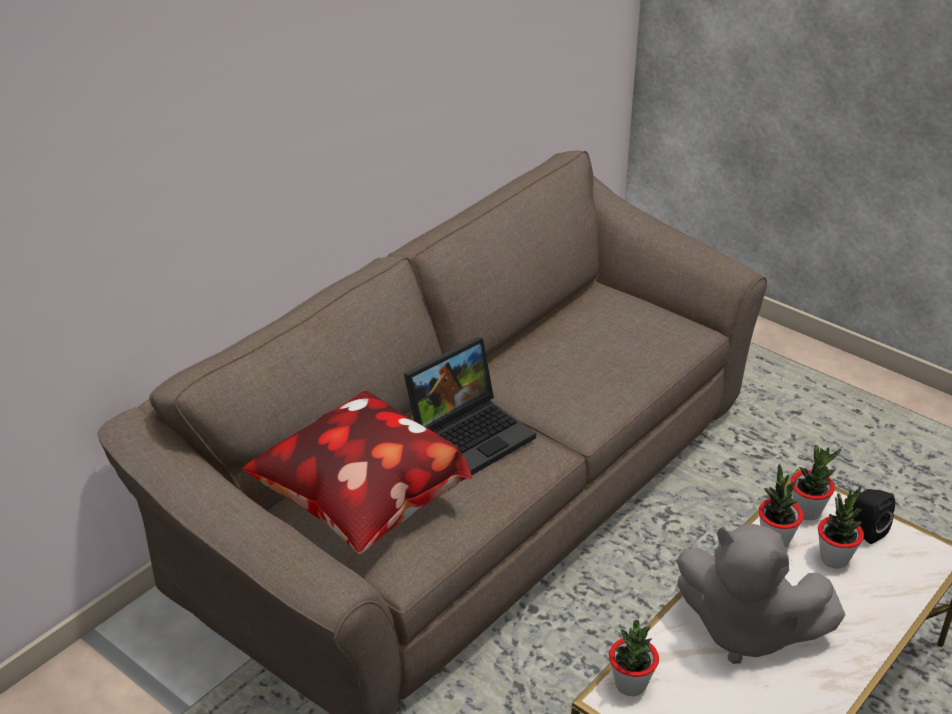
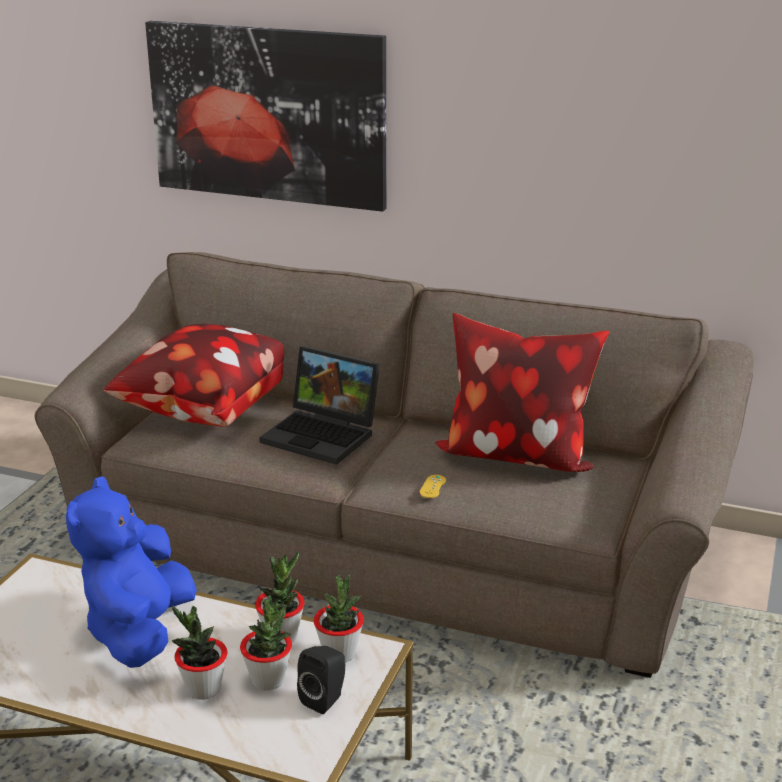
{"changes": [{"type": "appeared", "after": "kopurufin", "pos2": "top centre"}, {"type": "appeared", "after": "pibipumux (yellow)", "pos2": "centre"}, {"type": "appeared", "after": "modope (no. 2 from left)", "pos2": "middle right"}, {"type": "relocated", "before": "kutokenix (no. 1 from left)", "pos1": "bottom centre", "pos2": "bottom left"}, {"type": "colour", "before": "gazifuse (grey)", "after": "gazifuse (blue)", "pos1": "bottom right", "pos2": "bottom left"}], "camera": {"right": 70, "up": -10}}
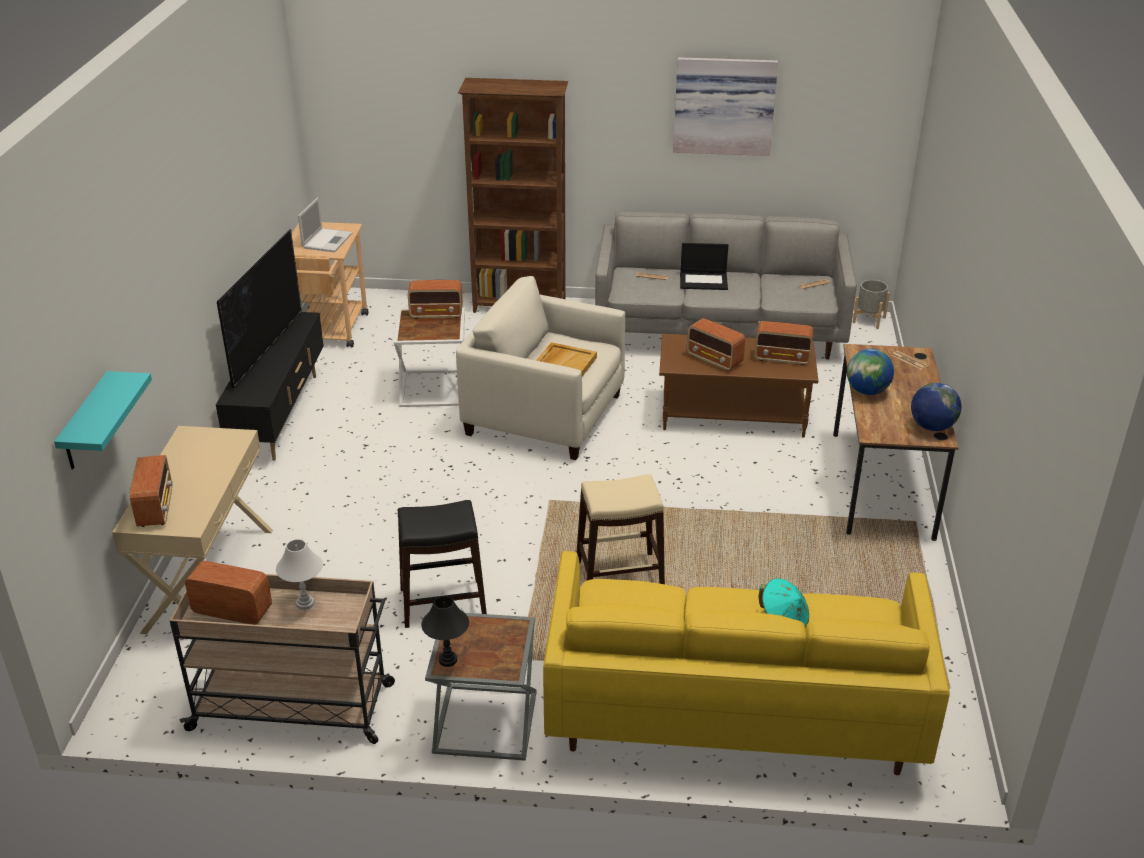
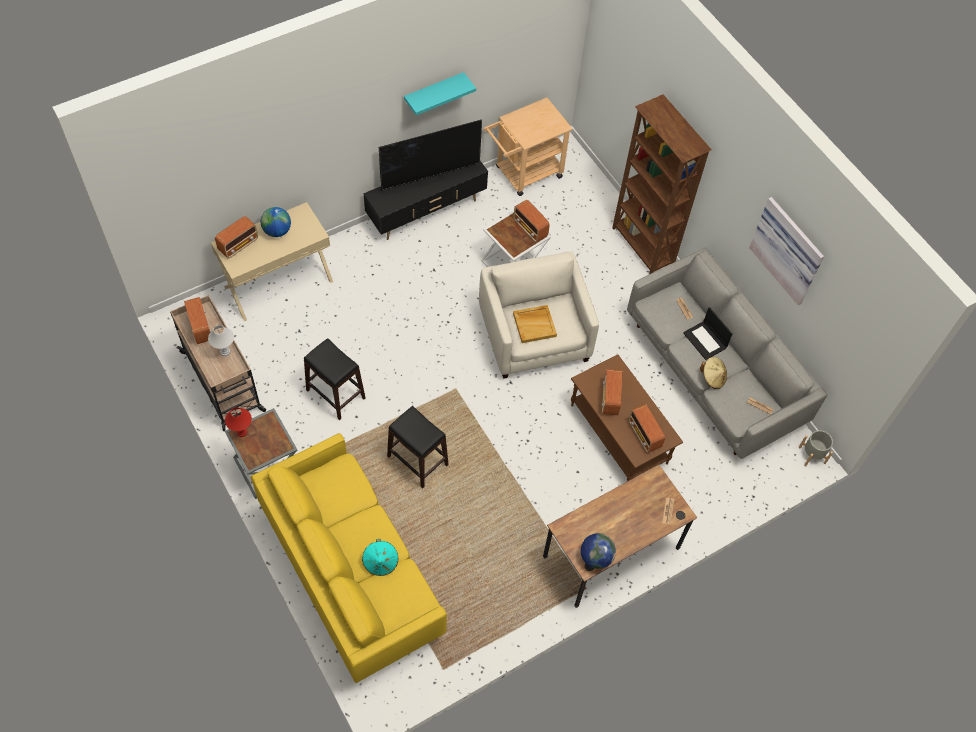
{"changes": [{"type": "missing", "before": "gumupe (no. 1 from left)", "pos1": "top left"}, {"type": "appeared", "after": "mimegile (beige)", "pos2": "middle right"}, {"type": "relocated", "before": "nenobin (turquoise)", "pos1": "middle left", "pos2": "top centre"}, {"type": "relocated", "before": "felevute (no. 1 from left)", "pos1": "middle right", "pos2": "top left"}, {"type": "colour", "before": "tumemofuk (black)", "after": "tumemofuk (red)", "pos1": "bottom centre", "pos2": "middle left"}, {"type": "colour", "before": "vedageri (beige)", "after": "vedageri (black) (no. 2 from left)", "pos1": "centre", "pos2": "centre"}], "camera": {"right": 50, "up": 25}}
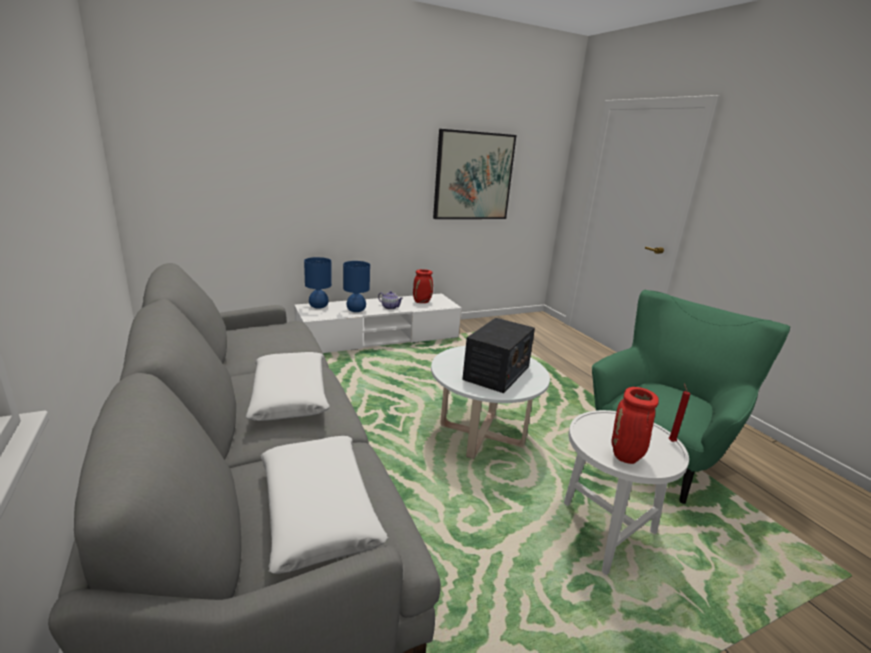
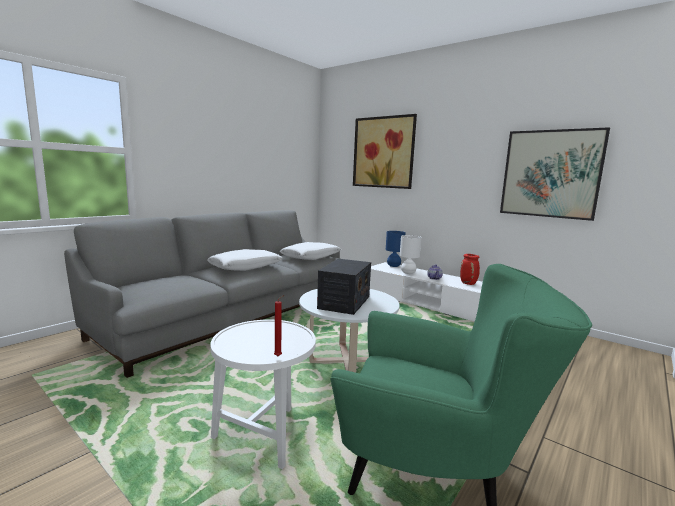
{"changes": [{"type": "missing", "before": "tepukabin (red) (no. 2 from left)", "pos1": "middle right"}, {"type": "appeared", "after": "kopurufin (no. 1 from left)", "pos2": "top centre"}, {"type": "relocated", "before": "modope (white) (no. 2 from left)", "pos1": "bottom centre", "pos2": "centre"}, {"type": "colour", "before": "tumemofuk (blue) (no. 2 from left)", "after": "tumemofuk (white)", "pos1": "centre", "pos2": "centre"}, {"type": "spun", "before": "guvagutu", "pos1": "centre", "pos2": "centre", "turn": -75}], "camera": {"right": 65, "up": -10}}
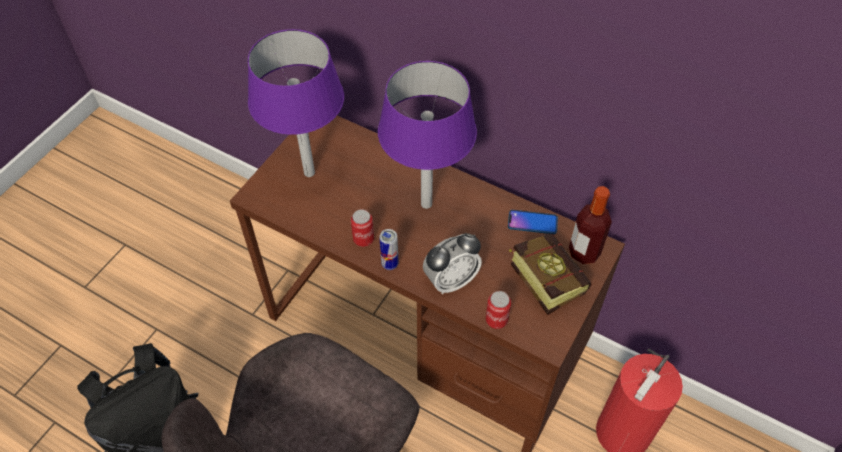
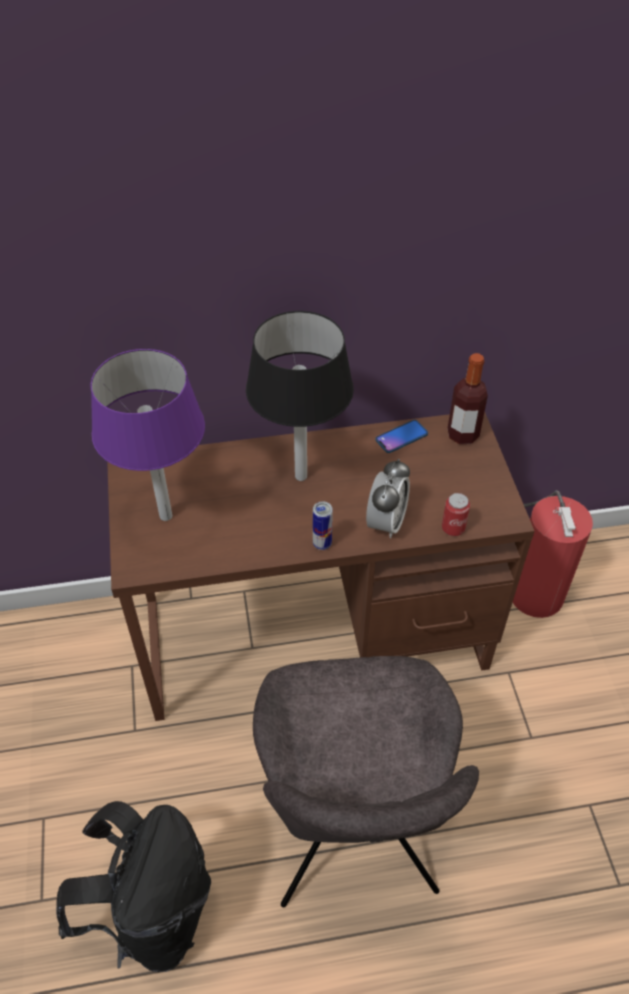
{"changes": [{"type": "missing", "before": "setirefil (no. 1 from left)", "pos1": "centre"}, {"type": "missing", "before": "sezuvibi", "pos1": "centre"}, {"type": "colour", "before": "tumemofuk (purple) (no. 2 from left)", "after": "tumemofuk (black)", "pos1": "top centre", "pos2": "centre"}], "camera": {"right": -40, "up": -5}}
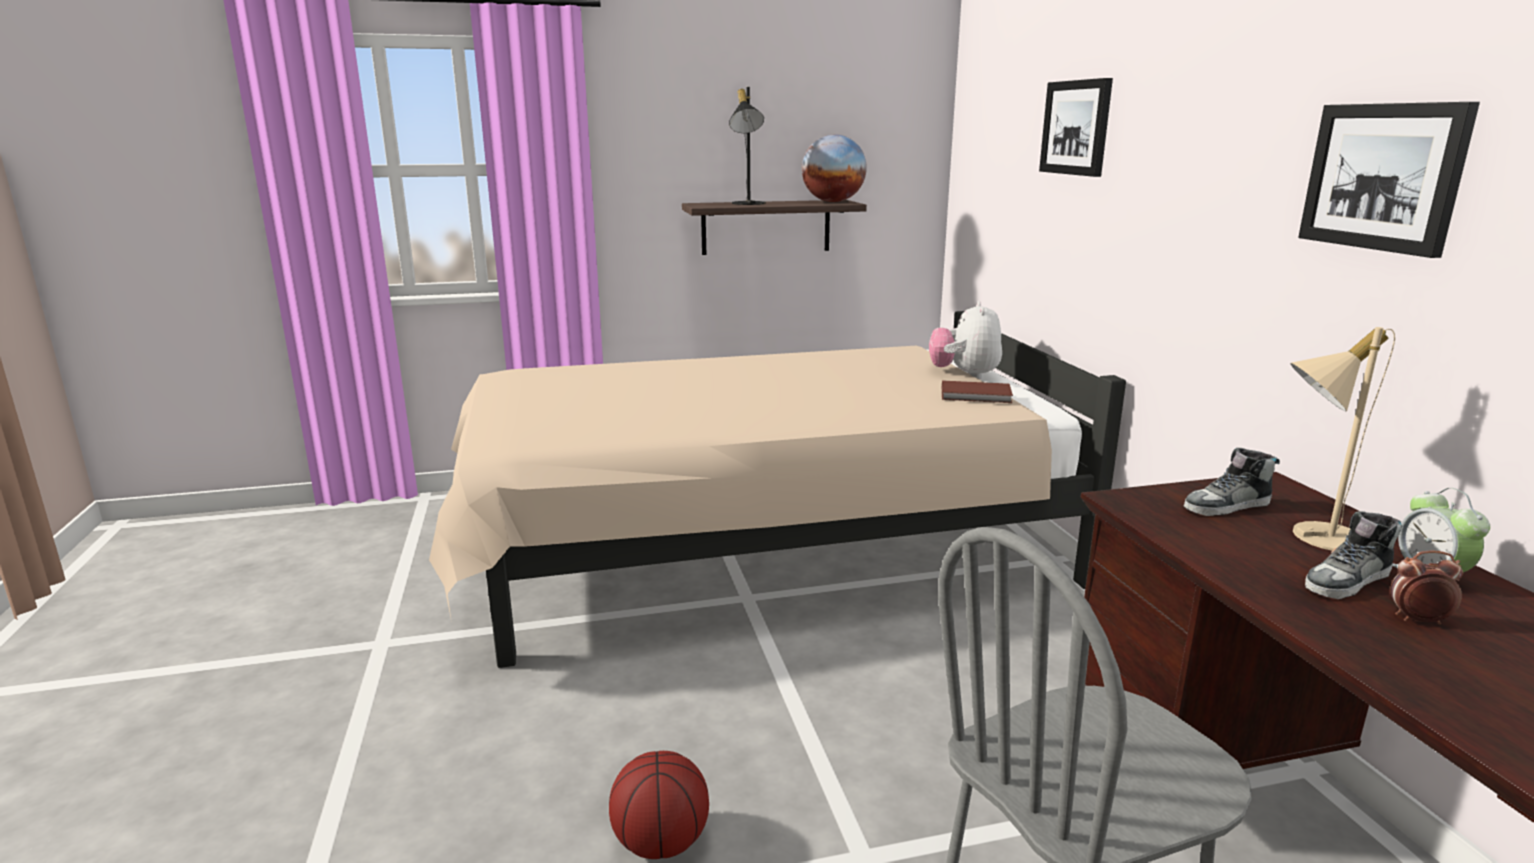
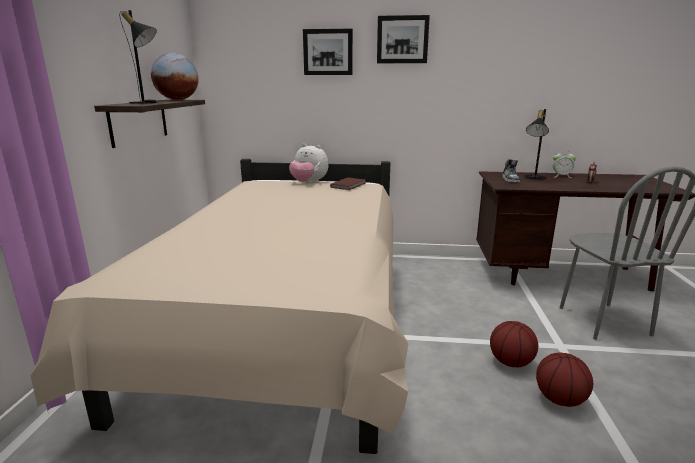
{"changes": [{"type": "missing", "before": "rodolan (no. 2 from left)", "pos1": "middle right"}, {"type": "appeared", "after": "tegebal (no. 1 from left)", "pos2": "bottom right"}, {"type": "relocated", "before": "kopurufin (no. 2 from left)", "pos1": "top right", "pos2": "top centre"}, {"type": "colour", "before": "tumemofuk (beige)", "after": "tumemofuk (black) (no. 2 from left)", "pos1": "middle right", "pos2": "top right"}], "camera": {"right": -70, "up": 0}}
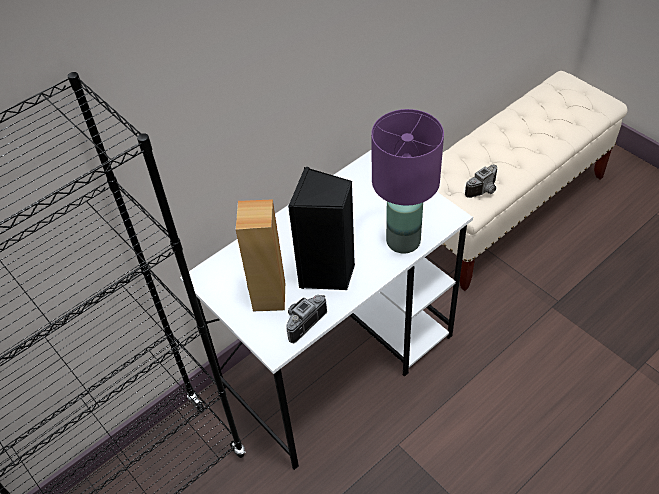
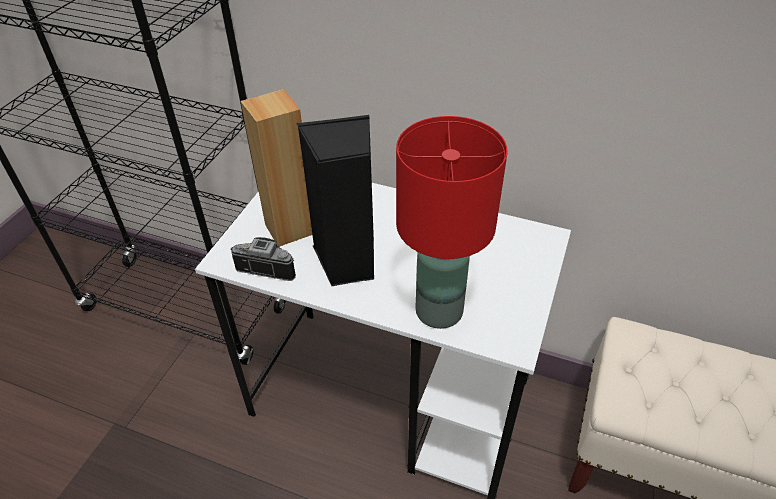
{"changes": [{"type": "missing", "before": "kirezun (no. 2 from left)", "pos1": "middle right"}, {"type": "colour", "before": "tumemofuk (purple)", "after": "tumemofuk (red)", "pos1": "centre", "pos2": "centre"}], "camera": {"right": 60, "up": -5}}
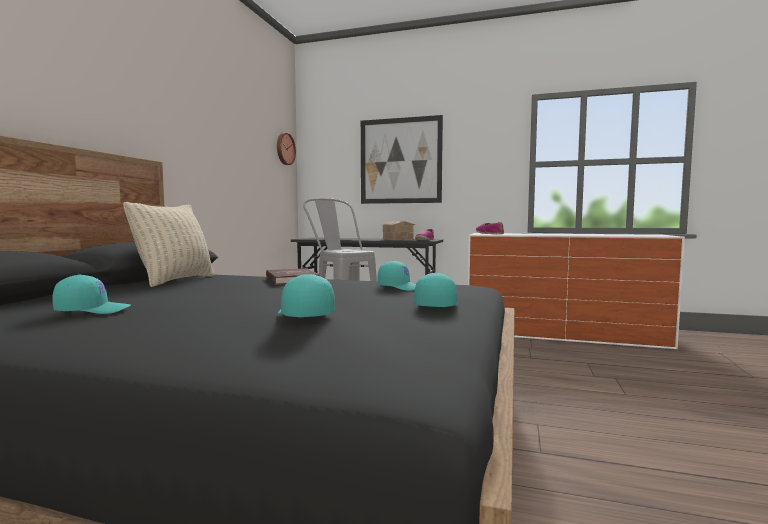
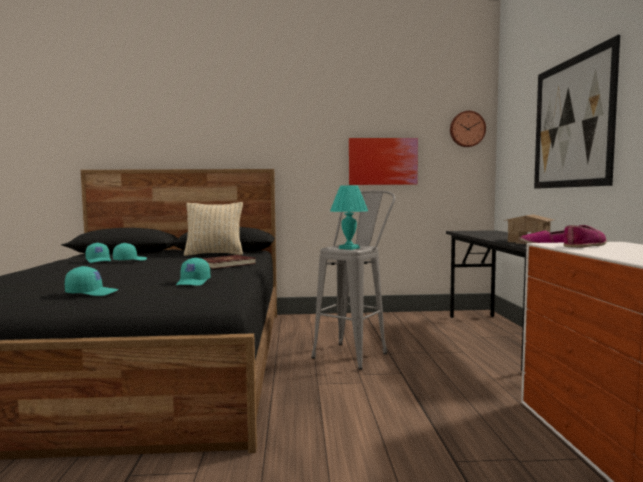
{"changes": [{"type": "appeared", "after": "tumemofuk (turquoise)", "pos2": "centre"}, {"type": "appeared", "after": "kopurufin (no. 1 from left)", "pos2": "centre"}, {"type": "relocated", "before": "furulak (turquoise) (no. 2 from left in the first image)", "after": "furulak (turquoise) (no. 3 from left)", "pos1": "centre", "pos2": "middle left"}], "camera": {"right": 70, "up": 0}}
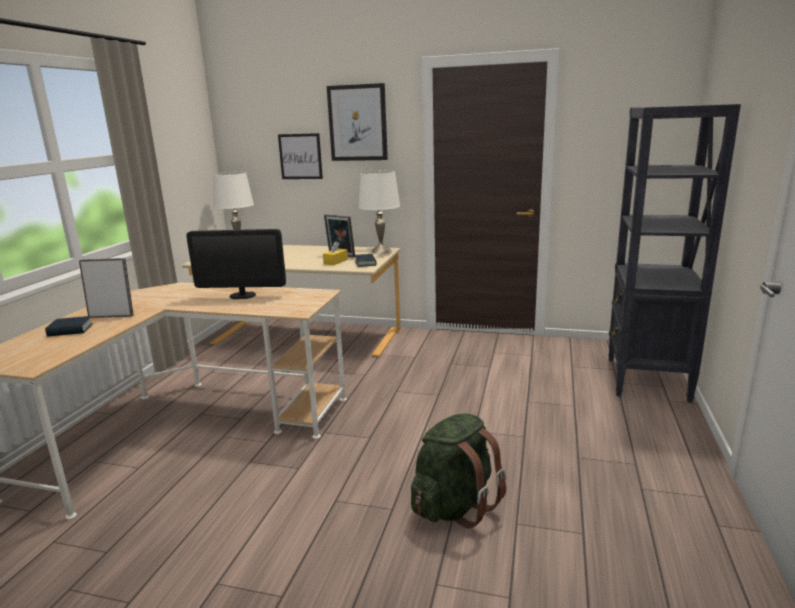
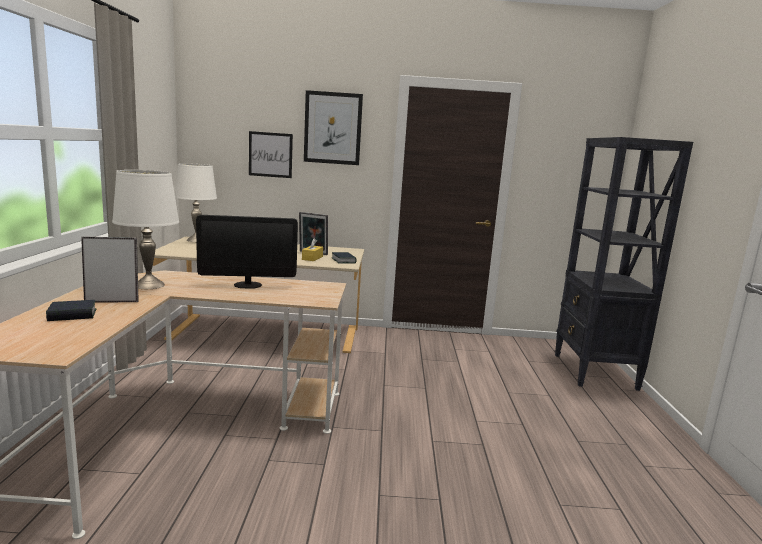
{"changes": [{"type": "missing", "before": "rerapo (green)", "pos1": "bottom centre"}, {"type": "relocated", "before": "tumemofuk (white) (no. 2 from left in the first image)", "after": "tumemofuk (white) (no. 1 from left)", "pos1": "centre", "pos2": "middle left"}], "camera": {"right": -15, "up": -5}}
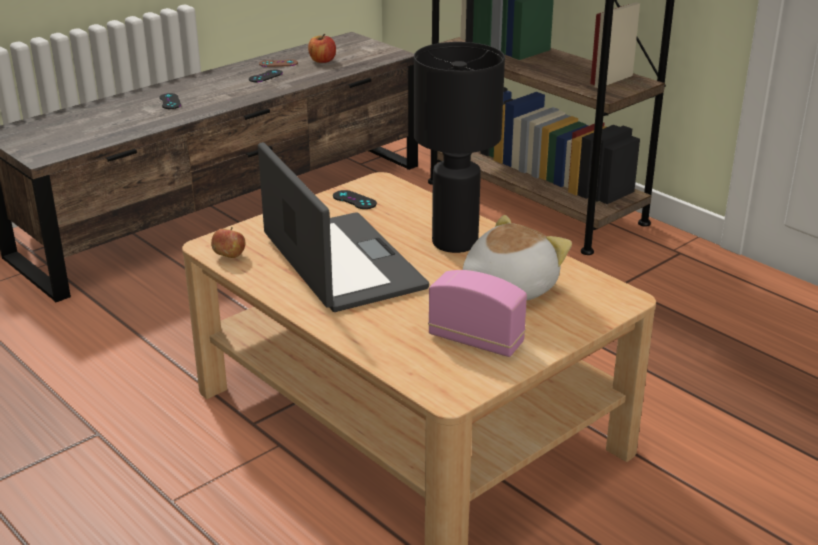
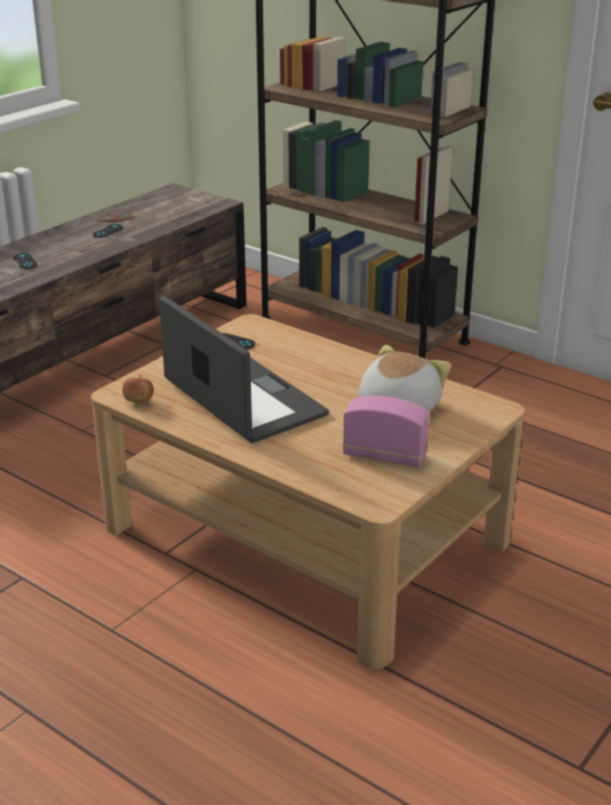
{"changes": [{"type": "missing", "before": "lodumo (no. 2 from left)", "pos1": "top centre"}, {"type": "missing", "before": "tumemofuk (black)", "pos1": "top centre"}], "camera": {"right": -10, "up": 0}}
